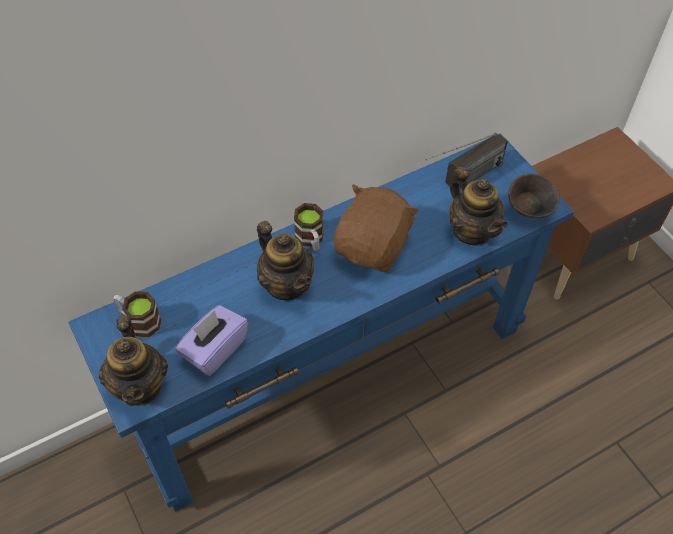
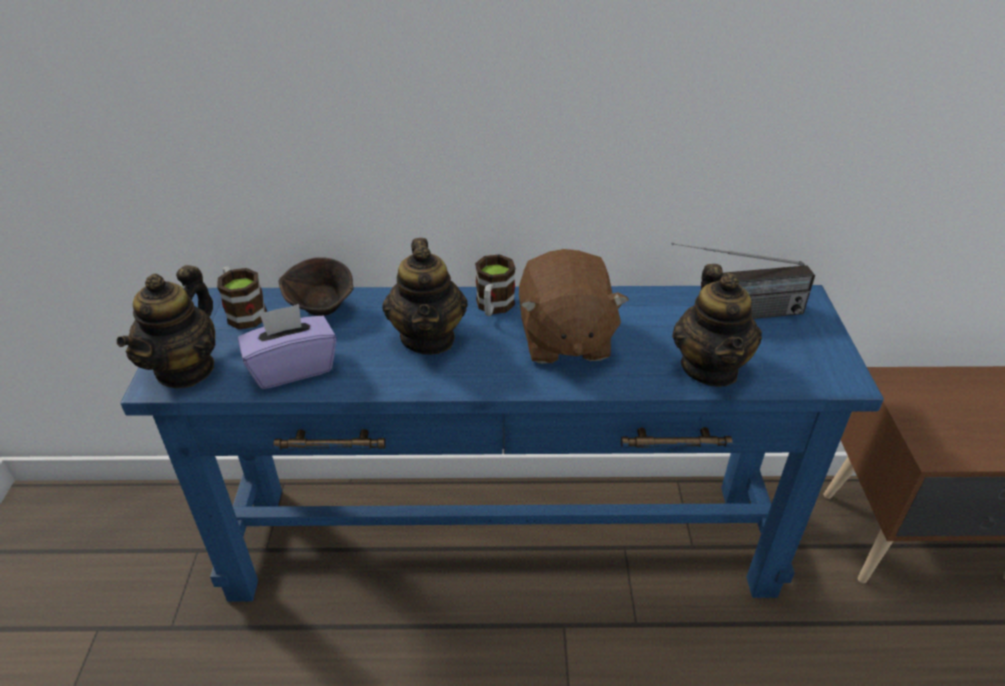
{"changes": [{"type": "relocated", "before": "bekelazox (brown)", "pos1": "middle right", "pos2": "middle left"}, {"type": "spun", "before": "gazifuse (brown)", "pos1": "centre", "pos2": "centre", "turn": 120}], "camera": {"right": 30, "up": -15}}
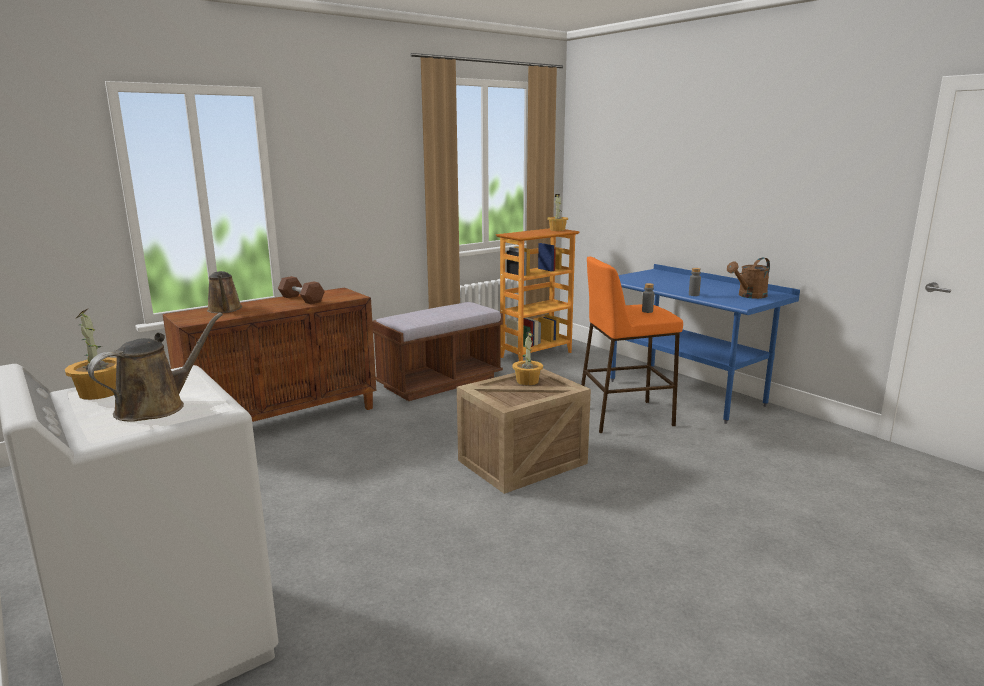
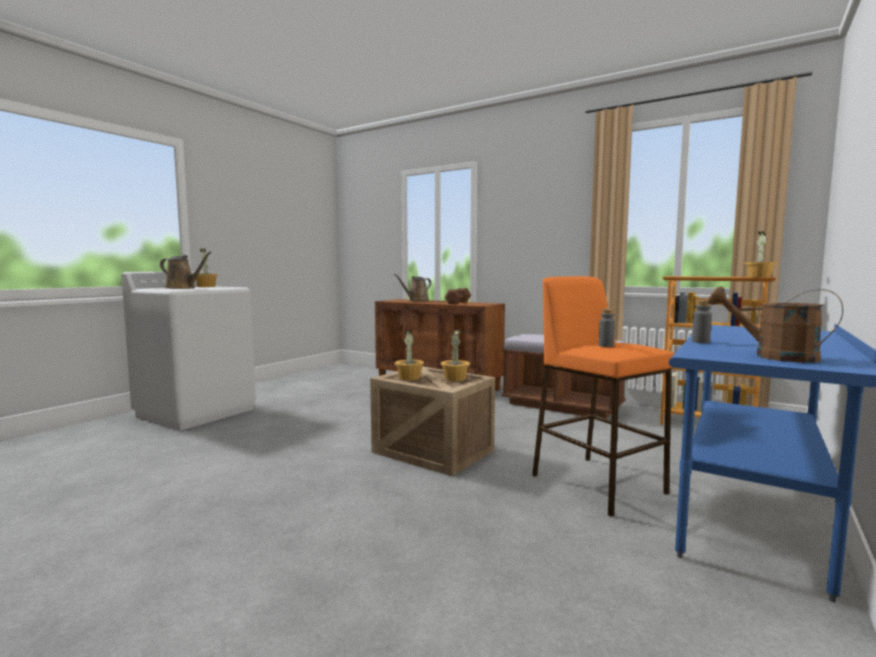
{"changes": [{"type": "appeared", "after": "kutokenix (no. 2 from left)", "pos2": "centre"}], "camera": {"right": 70, "up": -10}}
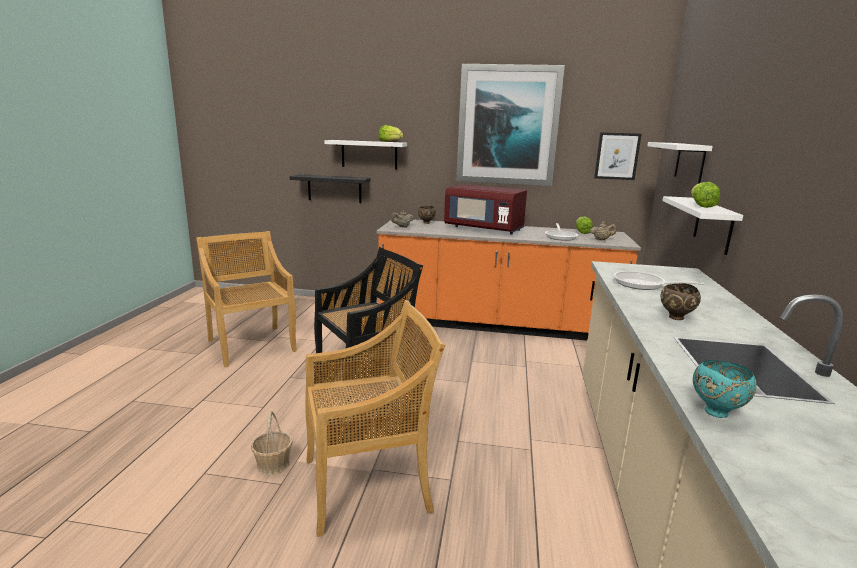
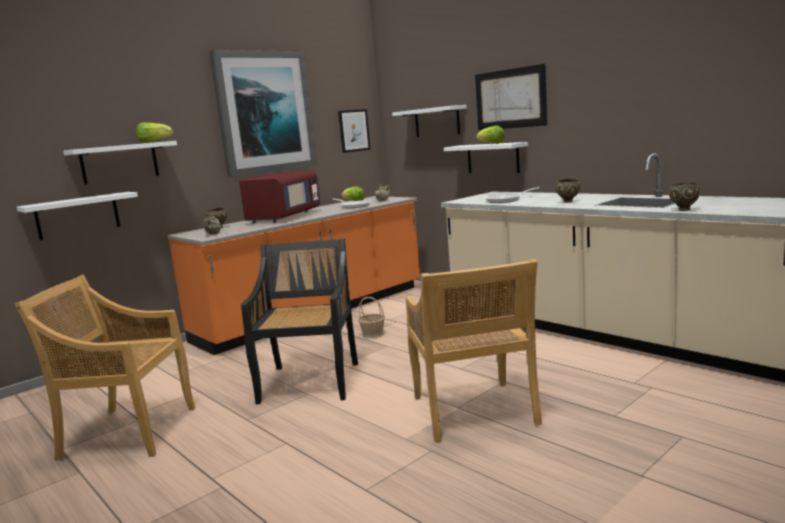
{"changes": [{"type": "appeared", "after": "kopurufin (no. 3 from left)", "pos2": "top centre"}, {"type": "relocated", "before": "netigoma", "pos1": "bottom left", "pos2": "centre"}, {"type": "colour", "before": "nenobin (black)", "after": "nenobin (white) (no. 1 from left)", "pos1": "top centre", "pos2": "middle left"}, {"type": "colour", "before": "bekelazox (turquoise)", "after": "bekelazox (brown) (no. 3 from left)", "pos1": "bottom right", "pos2": "middle right"}, {"type": "spun", "before": "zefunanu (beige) (no. 2 from left)", "pos1": "bottom centre", "pos2": "bottom centre", "turn": 150}, {"type": "spun", "before": "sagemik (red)", "pos1": "centre", "pos2": "centre", "turn": -45}], "camera": {"right": -50, "up": -5}}
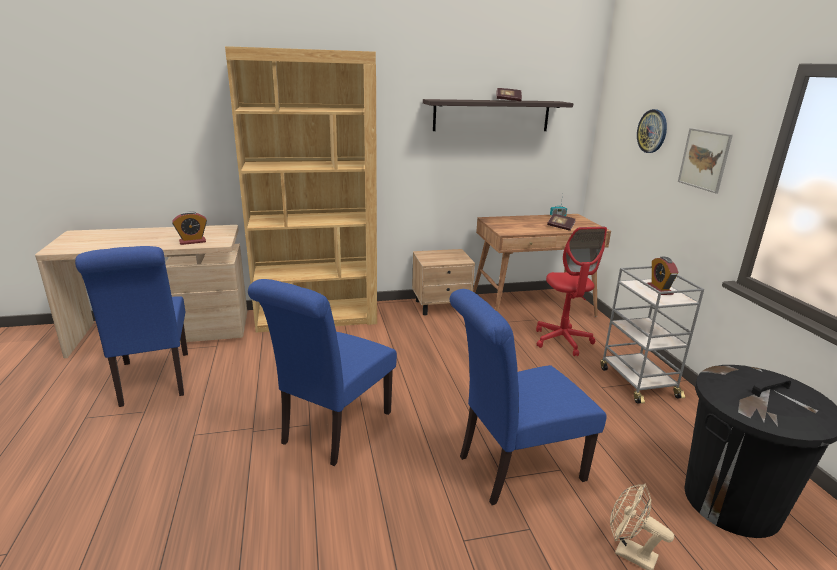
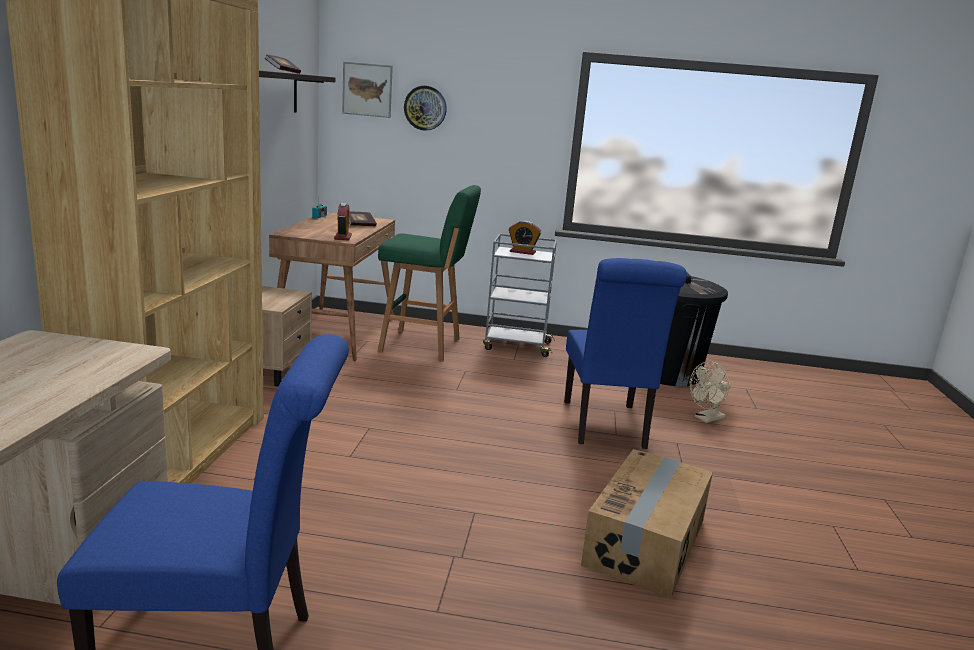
{"changes": [{"type": "missing", "before": "zefunanu (blue) (no. 2 from left)", "pos1": "centre"}, {"type": "appeared", "after": "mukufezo", "pos2": "bottom centre"}, {"type": "relocated", "before": "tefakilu (no. 1 from left)", "pos1": "middle left", "pos2": "centre"}, {"type": "relocated", "before": "kopurufin", "pos1": "top right", "pos2": "top centre"}, {"type": "exchanged", "before": "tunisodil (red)", "after": "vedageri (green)", "pos1": "middle right", "pos2": "centre"}], "camera": {"right": -70, "up": -5}}
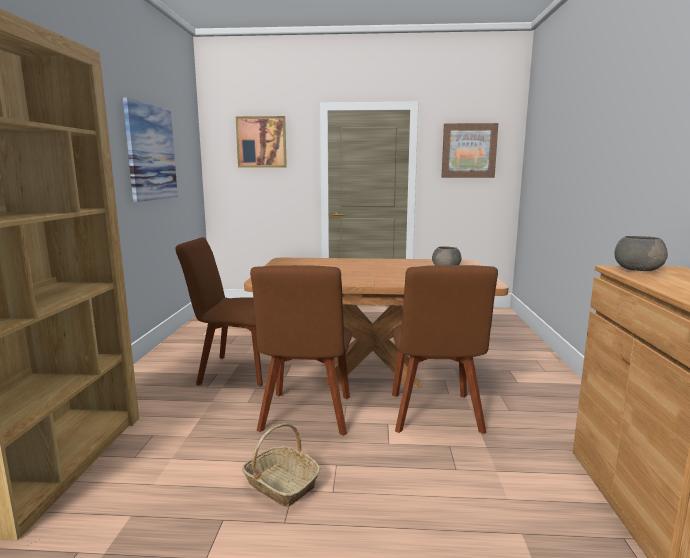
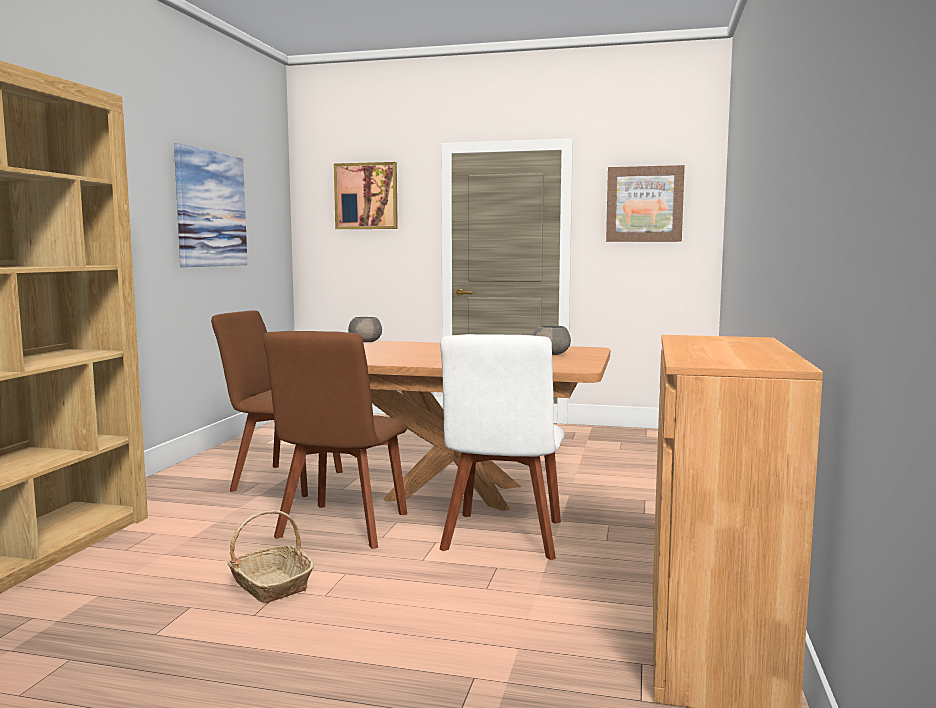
{"changes": [{"type": "relocated", "before": "bekelazox (grey) (no. 2 from left in the first image)", "after": "bekelazox (grey) (no. 1 from left)", "pos1": "middle right", "pos2": "centre"}, {"type": "colour", "before": "zefunanu (brown) (no. 3 from left)", "after": "zefunanu (white)", "pos1": "centre", "pos2": "centre"}], "camera": {"right": 10, "up": -5}}
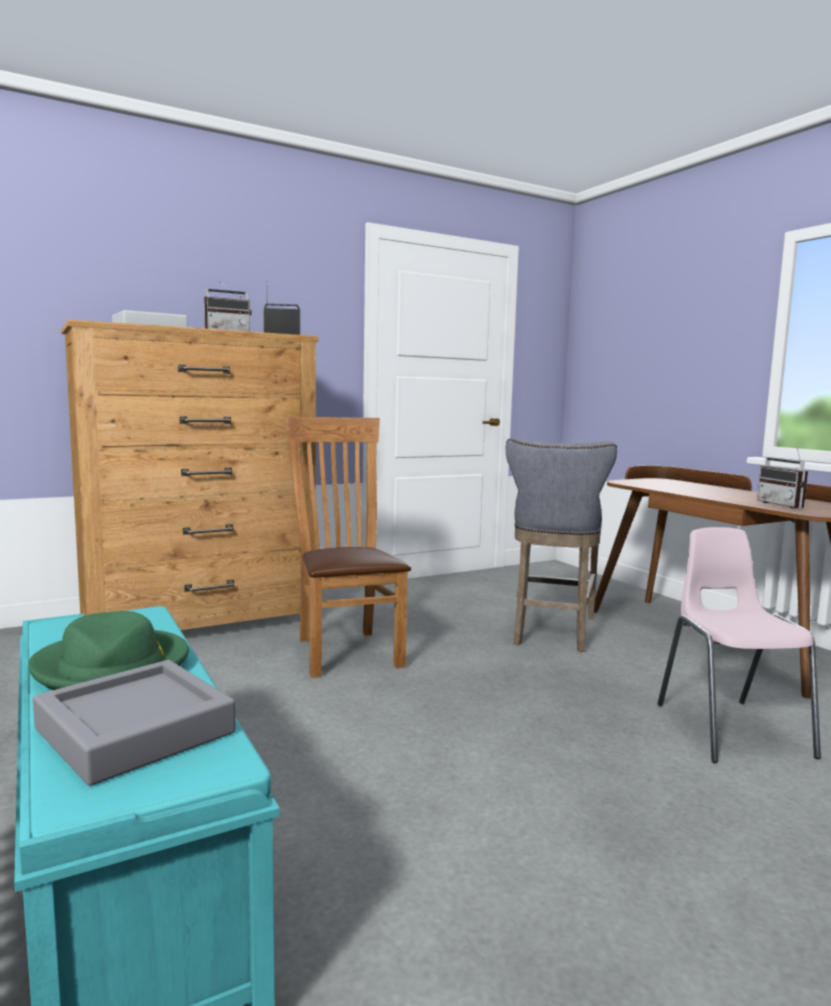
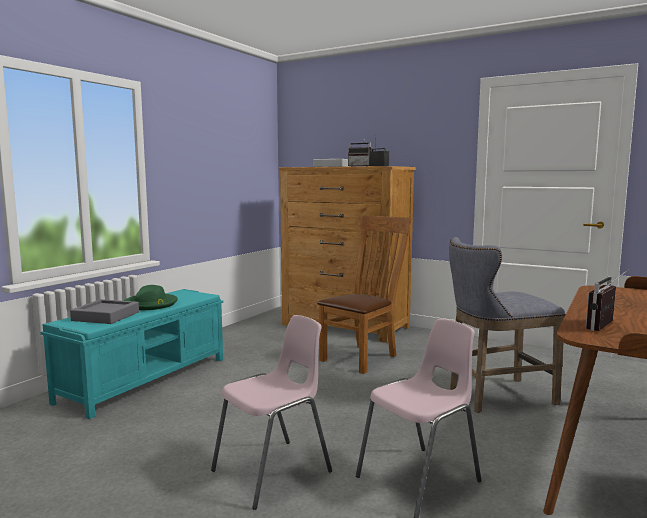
{"changes": [{"type": "appeared", "after": "zefunanu (pink) (no. 1 from left)", "pos2": "bottom centre"}], "camera": {"right": 60, "up": 0}}
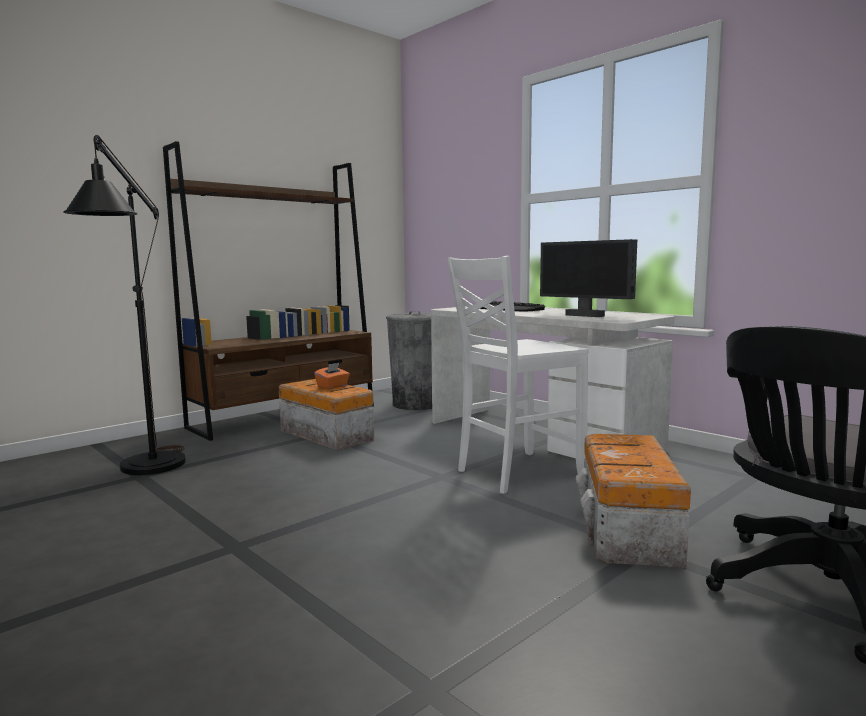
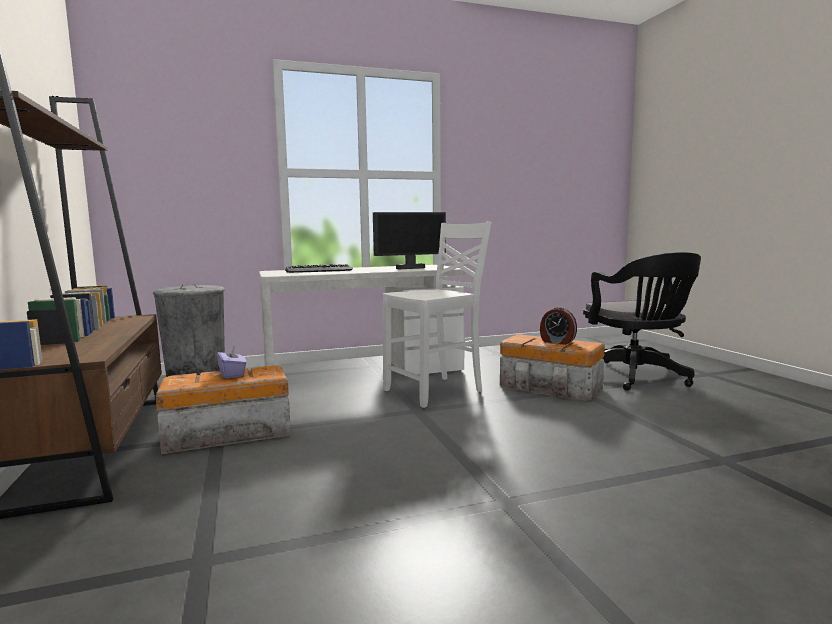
{"changes": [{"type": "missing", "before": "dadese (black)", "pos1": "middle left"}, {"type": "appeared", "after": "tefakilu", "pos2": "middle right"}, {"type": "colour", "before": "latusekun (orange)", "after": "latusekun (purple)", "pos1": "centre", "pos2": "middle left"}, {"type": "spun", "before": "zefunanu (white)", "pos1": "centre", "pos2": "centre", "turn": -120}], "camera": {"right": -65, "up": 0}}
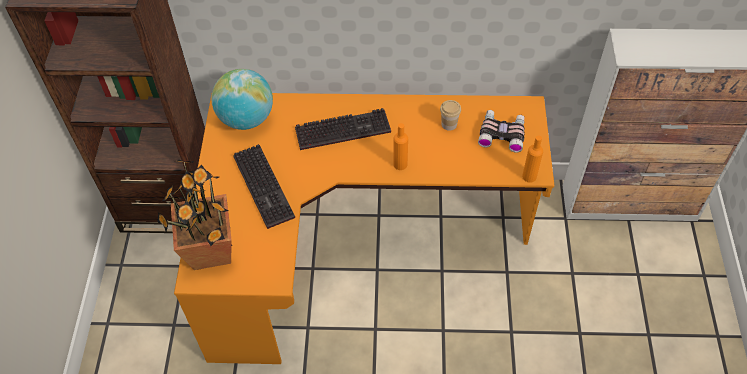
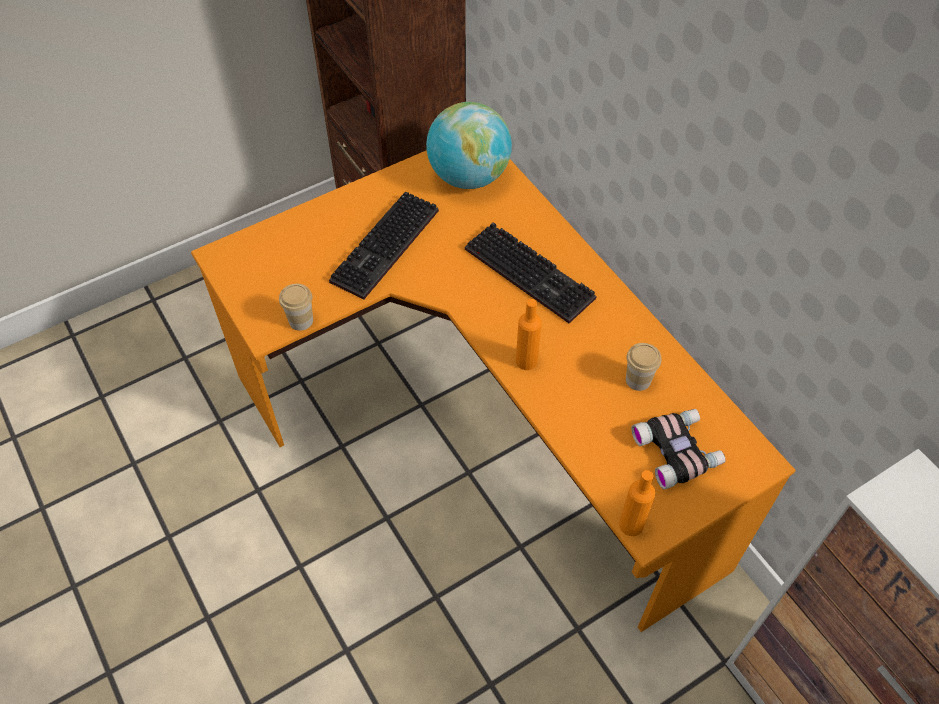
{"changes": [{"type": "missing", "before": "kutokenix", "pos1": "middle left"}, {"type": "appeared", "after": "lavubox (no. 1 from left)", "pos2": "middle left"}], "camera": {"right": 55, "up": 0}}
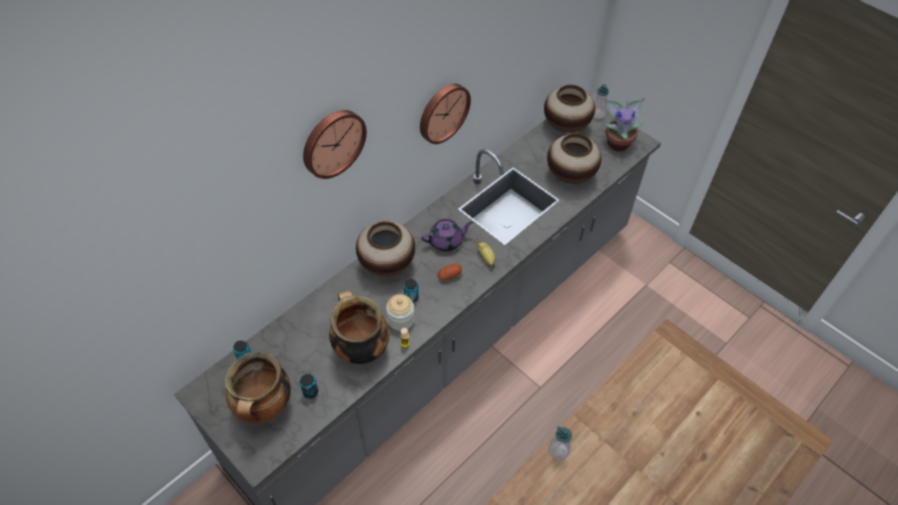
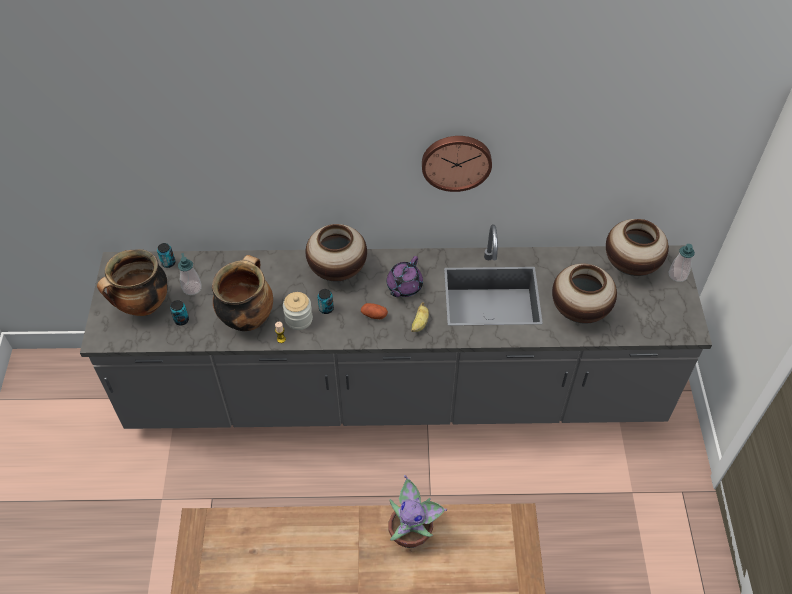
{"changes": [{"type": "missing", "before": "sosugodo (no. 1 from left)", "pos1": "top centre"}, {"type": "relocated", "before": "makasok (no. 1 from left)", "pos1": "bottom centre", "pos2": "middle left"}, {"type": "relocated", "before": "kutokenix", "pos1": "top right", "pos2": "bottom centre"}, {"type": "spun", "before": "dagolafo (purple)", "pos1": "centre", "pos2": "centre", "turn": 90}], "camera": {"right": 45, "up": 0}}
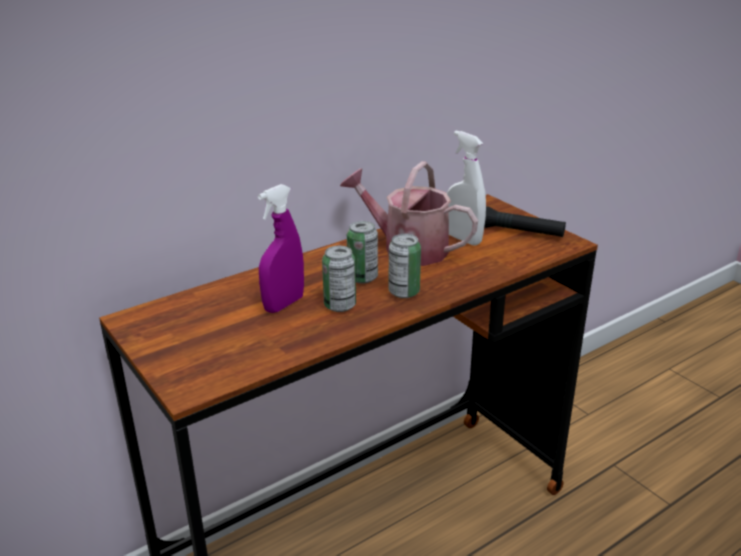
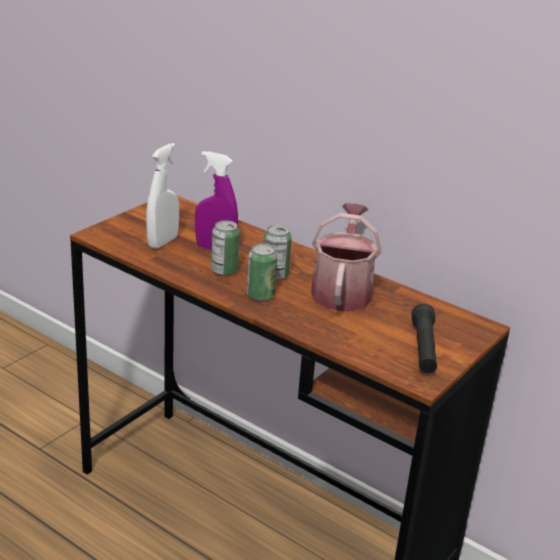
{"changes": [{"type": "relocated", "before": "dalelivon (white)", "pos1": "centre", "pos2": "middle left"}], "camera": {"right": 70, "up": 0}}
